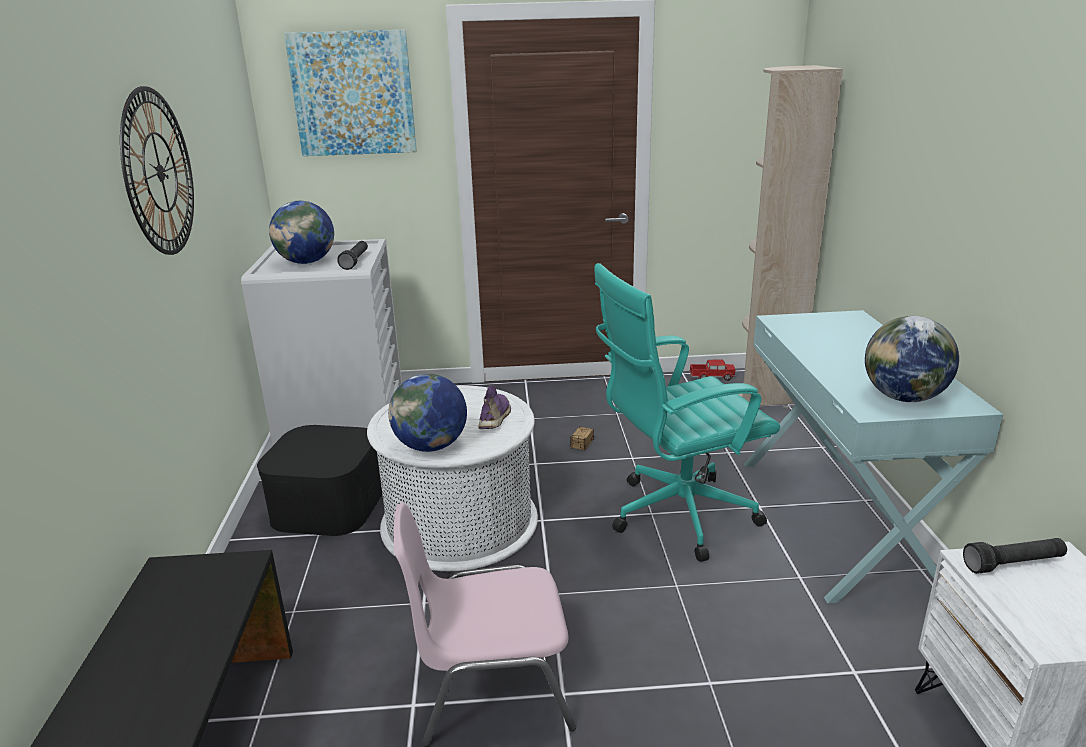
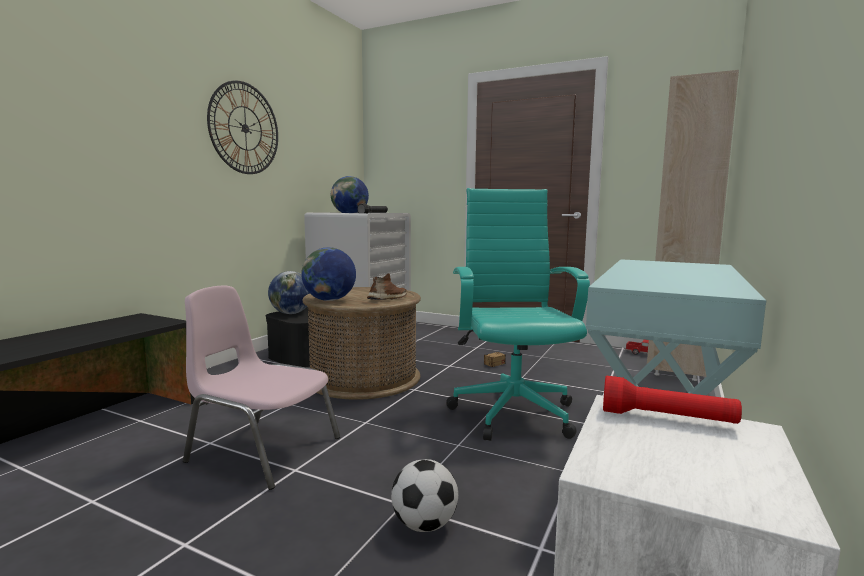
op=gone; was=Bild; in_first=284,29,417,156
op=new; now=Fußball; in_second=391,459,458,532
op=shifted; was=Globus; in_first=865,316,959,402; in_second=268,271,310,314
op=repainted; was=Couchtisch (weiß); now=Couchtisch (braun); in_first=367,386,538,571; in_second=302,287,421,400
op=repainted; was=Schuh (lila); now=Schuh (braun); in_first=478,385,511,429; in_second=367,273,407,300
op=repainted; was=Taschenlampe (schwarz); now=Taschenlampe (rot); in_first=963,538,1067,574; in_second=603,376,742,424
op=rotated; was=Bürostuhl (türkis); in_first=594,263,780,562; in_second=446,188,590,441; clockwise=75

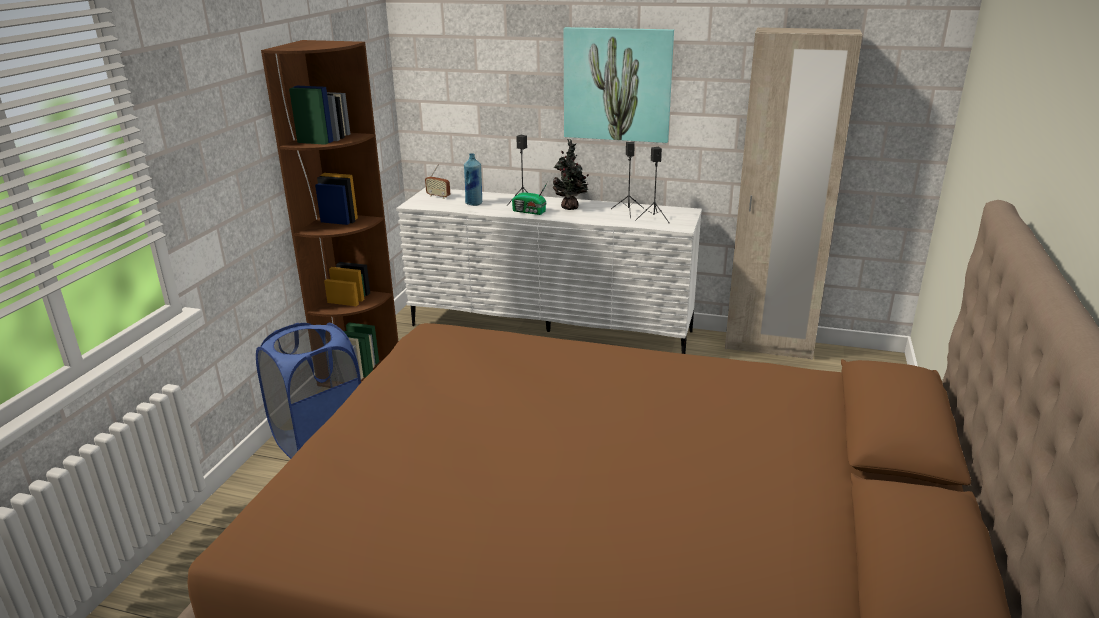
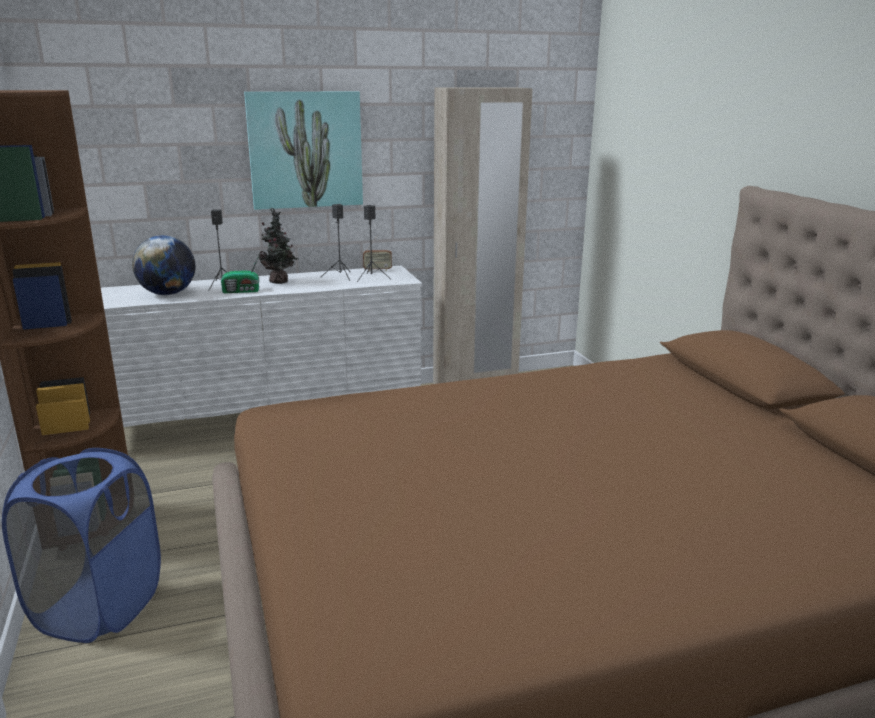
op=shifted; was=Radio; in_first=425,164,450,199; in_second=363,235,392,271
op=swapped; was=Flasche (blau); now=Globus; in_first=464,153,482,206; in_second=132,235,196,295

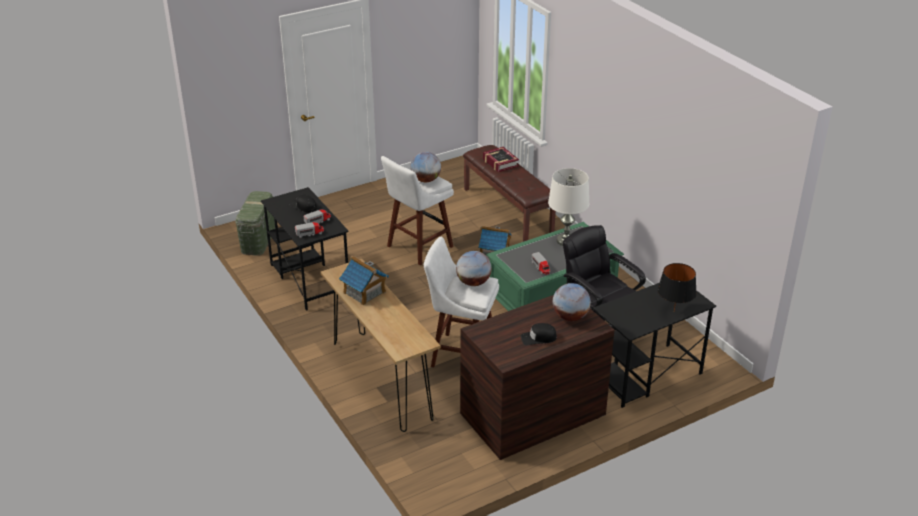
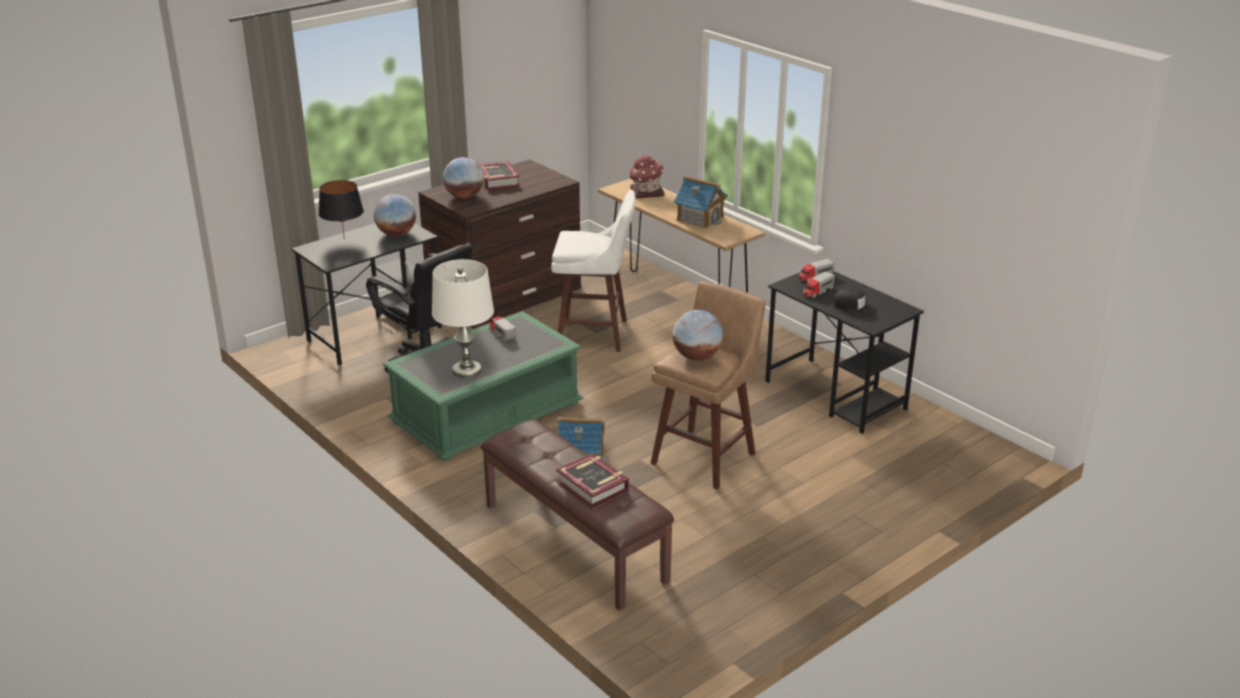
op=gone; was=Aufbewahrungsbox (grün); in_first=235,191,275,255
op=new; now=Spielzeughaus; in_second=629,155,664,198
op=shifted; was=Globus; in_first=456,251,492,286; in_second=374,194,416,236
op=swapped; was=Kappe (schwarz); now=Buch; in_first=521,323,557,345; in_second=480,161,520,190
op=repainted; was=Hocker (weiß); now=Hocker (braun); in_first=381,156,454,265; in_second=650,282,766,489

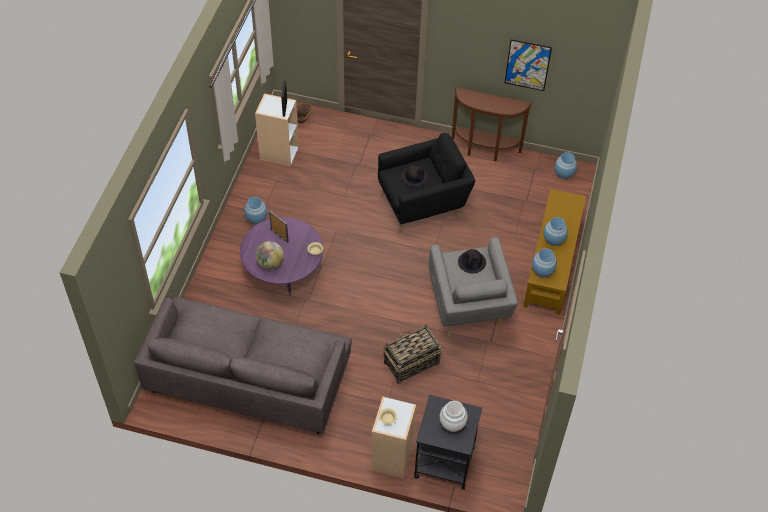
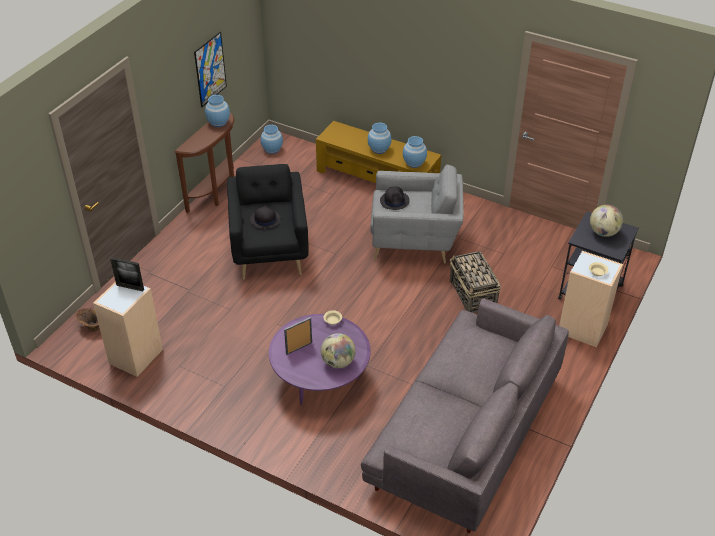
op=shifted; was=Vase (blau); in_first=244,197,267,224; in_second=205,95,230,127
op=swapped; was=Vase (weiß); now=Globus; in_first=440,401,468,432; in_second=590,205,623,237

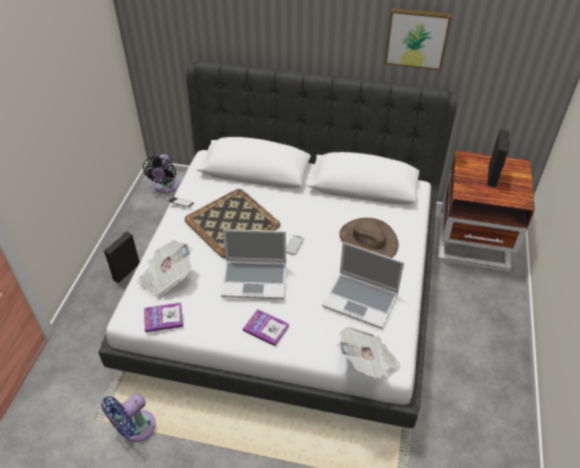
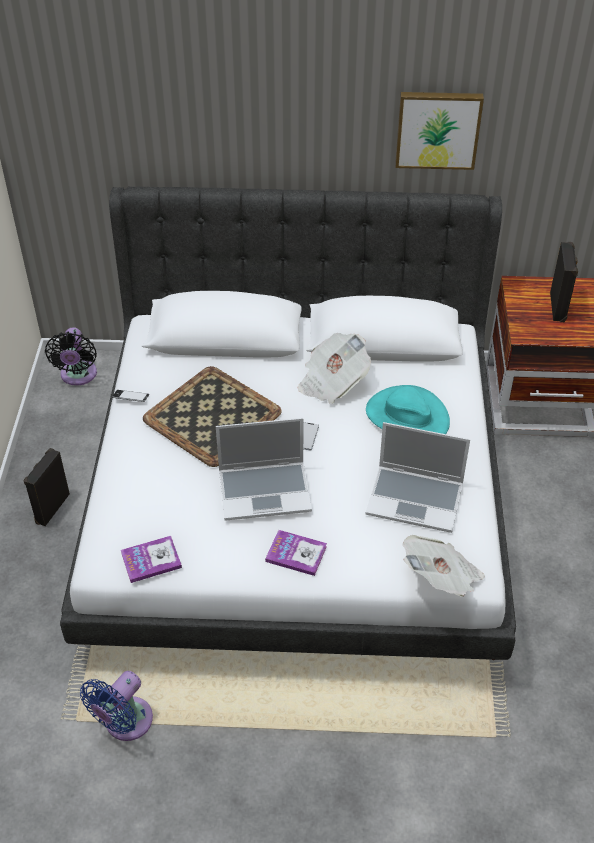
op=shifted; was=Zeitung; in_first=138,240,192,297; in_second=298,333,371,404
op=repainted; was=Hut (braun); now=Hut (türkis); in_first=339,218,398,258; in_second=366,385,450,434

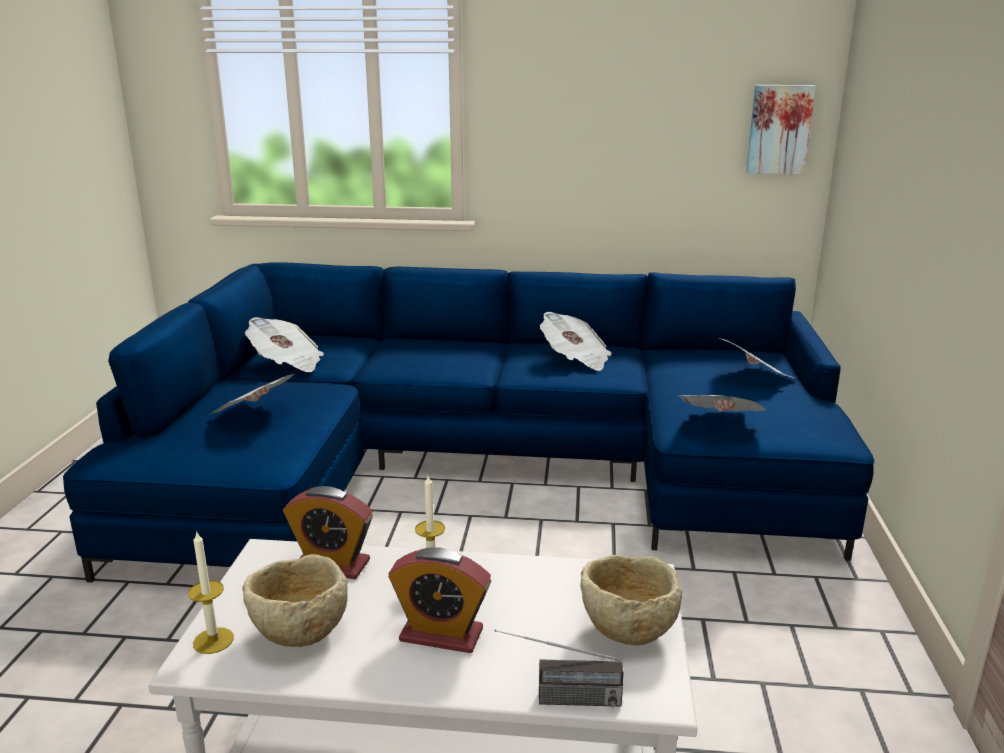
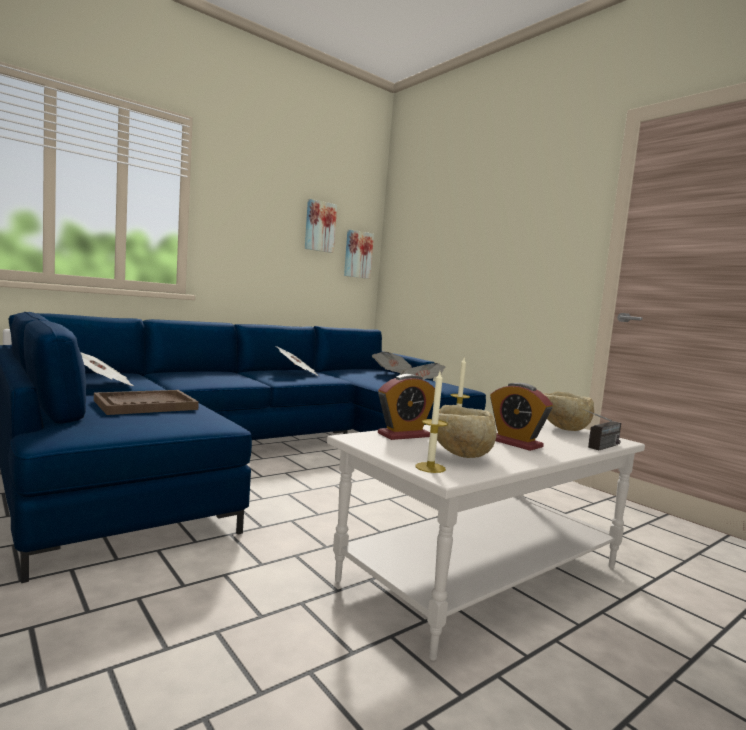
op=new; now=Bild; in_second=305,199,337,253
op=swapped; was=Zeitung; now=Tablett (braun); in_first=209,374,295,415; in_second=94,390,199,415
op=rotated; was=Wecker; in_first=388,547,491,653; in_second=490,383,553,451; clockwise=75

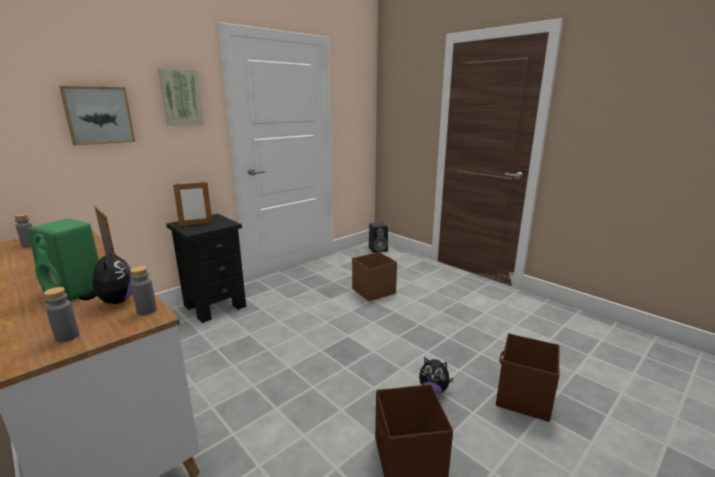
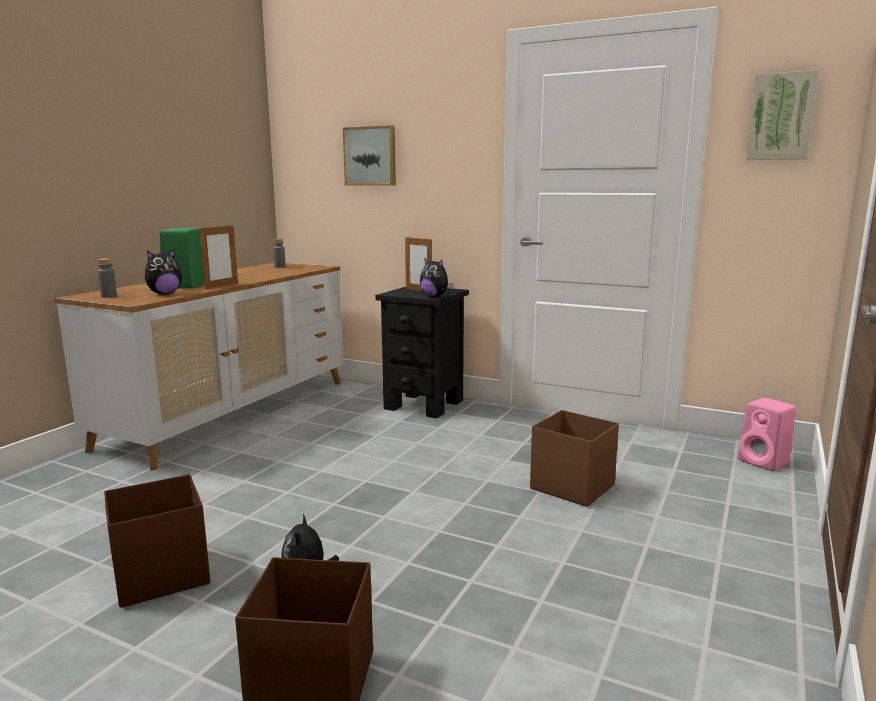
op=gone; was=Flasche (grau); in_first=130,266,157,315
op=new; now=Plüschtier; in_second=420,257,453,297
op=shifted; was=Bild; in_first=158,68,204,126; in_second=746,70,819,160
op=repainted; was=Lautsprecher (schwarz); now=Lautsprecher (rosa); in_first=369,222,388,253; in_second=738,398,796,471

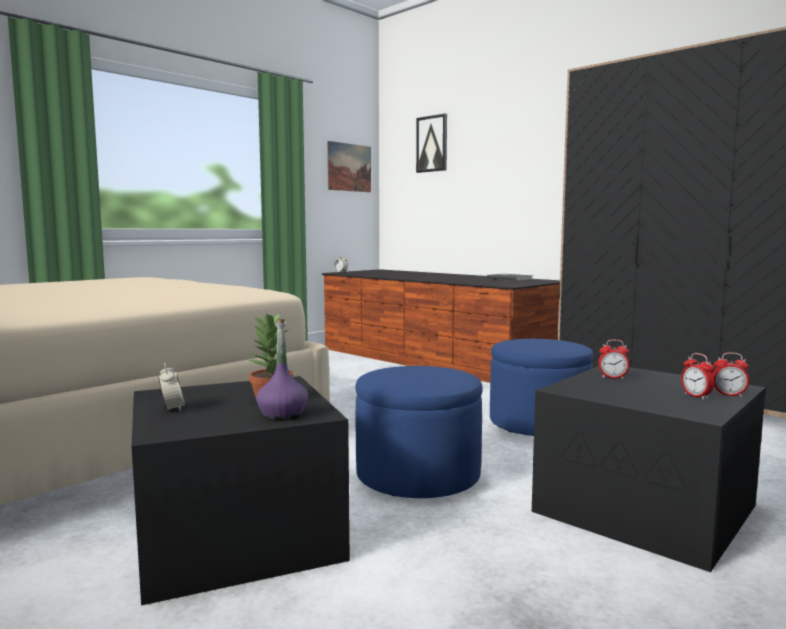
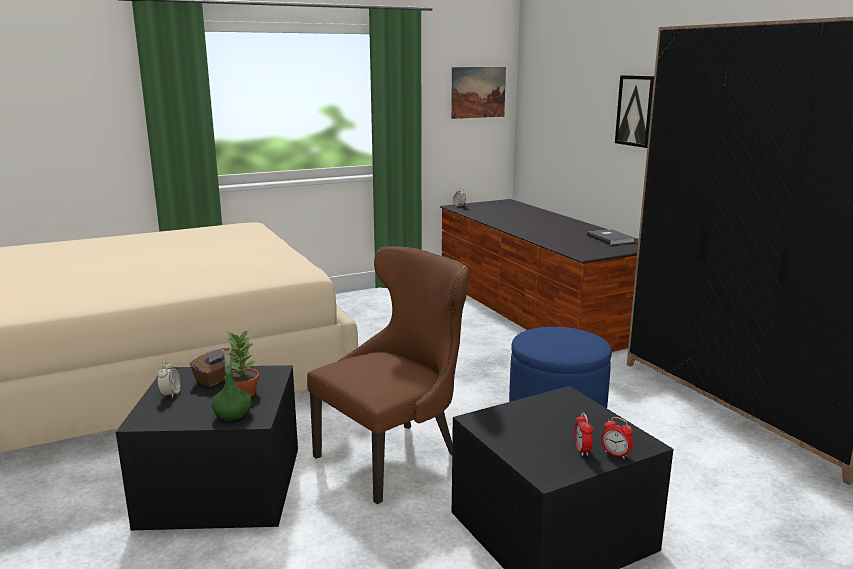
op=gone; was=Wecker; in_first=598,340,629,379
op=new; now=Taschentuchbox (braun); in_second=190,348,238,387
op=shifted; was=Bild; in_first=416,113,447,173; in_second=615,75,654,148
op=swapped; was=Polsterhocker (blau); now=Stuhl (braun); in_first=355,366,483,498; in_second=307,246,469,504
op=repainted; was=Flasche (lila); now=Flasche (grün); in_first=256,319,308,421; in_second=211,347,252,422

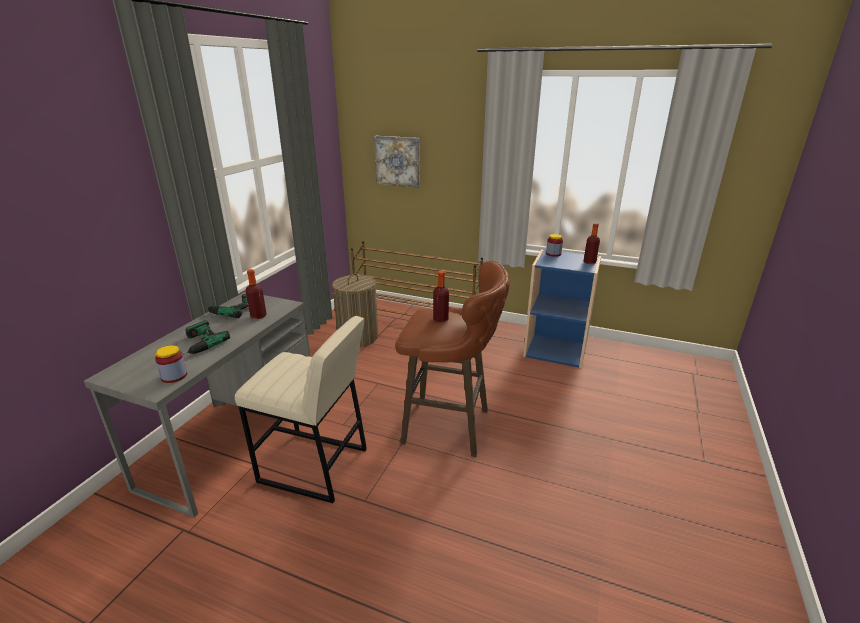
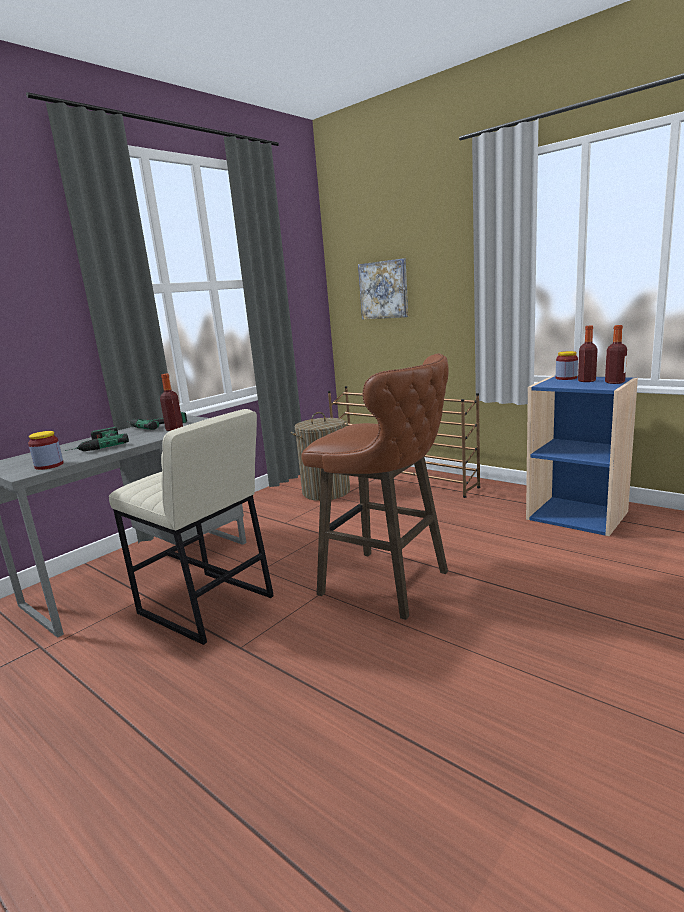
op=shifted; was=Flasche; in_first=433,271,449,322; in_second=578,326,598,382

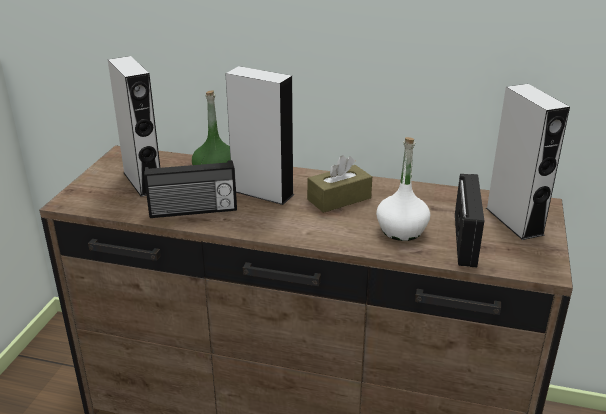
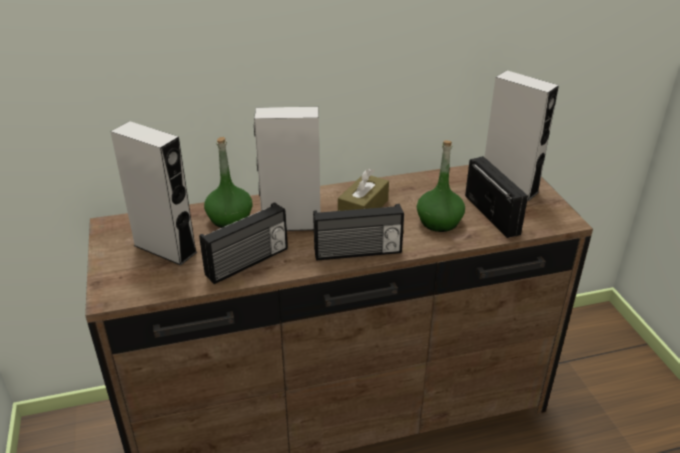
op=new; now=Radio; in_second=313,204,404,261
op=repainted; was=Flasche (weiß); now=Flasche (grün); in_first=376,137,430,241; in_second=417,140,465,232

